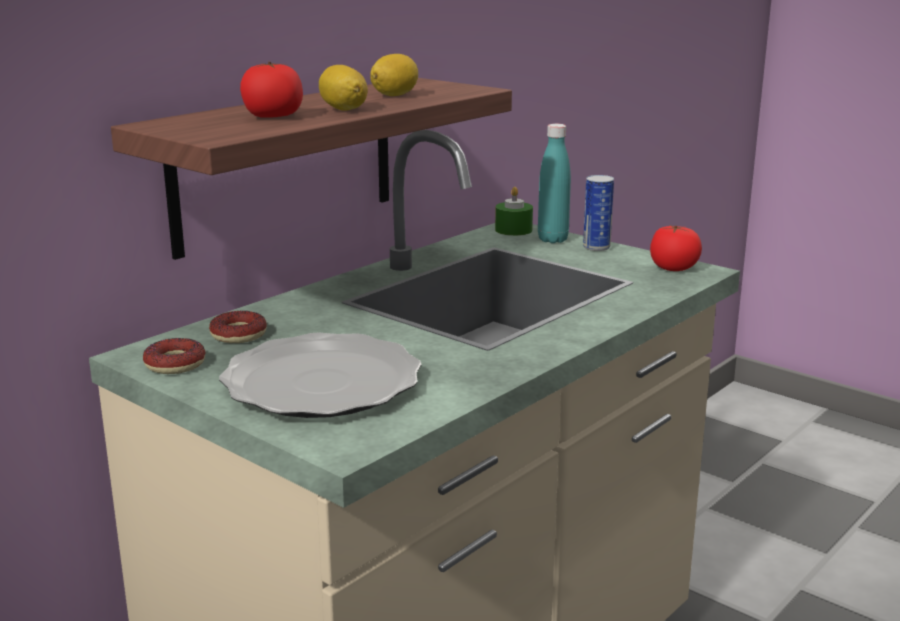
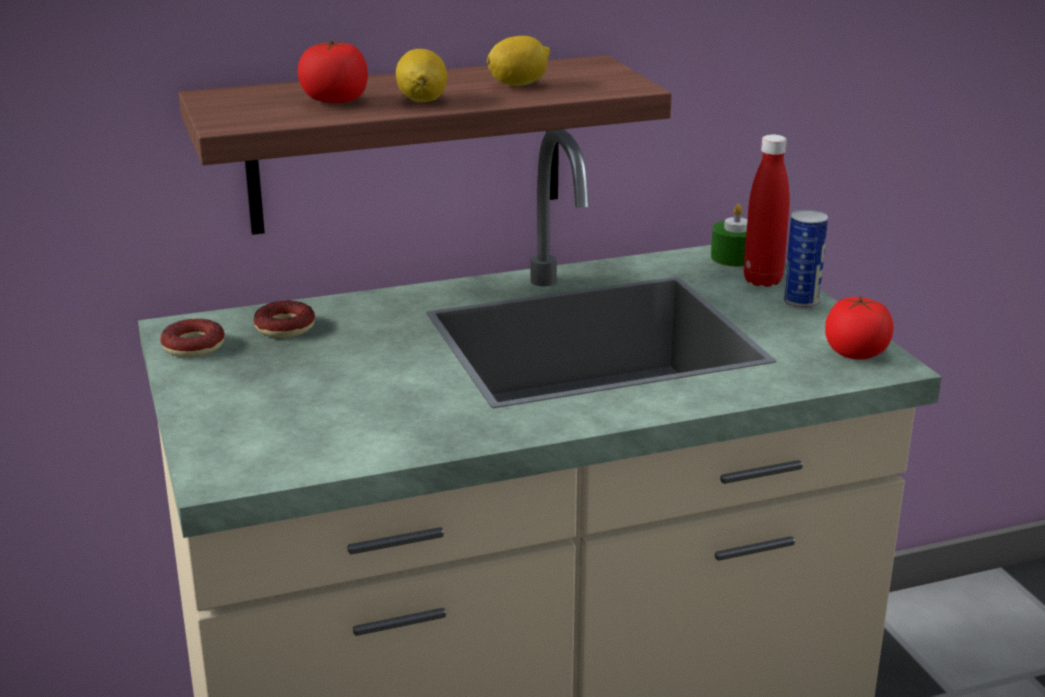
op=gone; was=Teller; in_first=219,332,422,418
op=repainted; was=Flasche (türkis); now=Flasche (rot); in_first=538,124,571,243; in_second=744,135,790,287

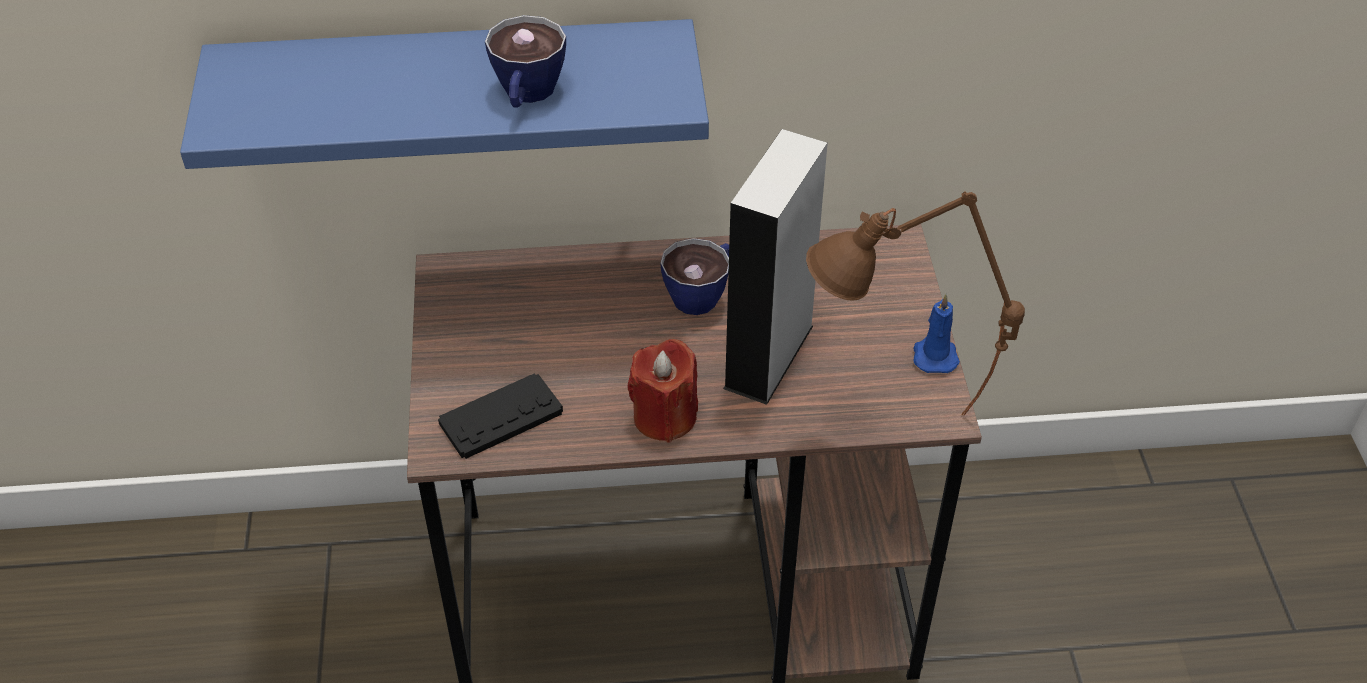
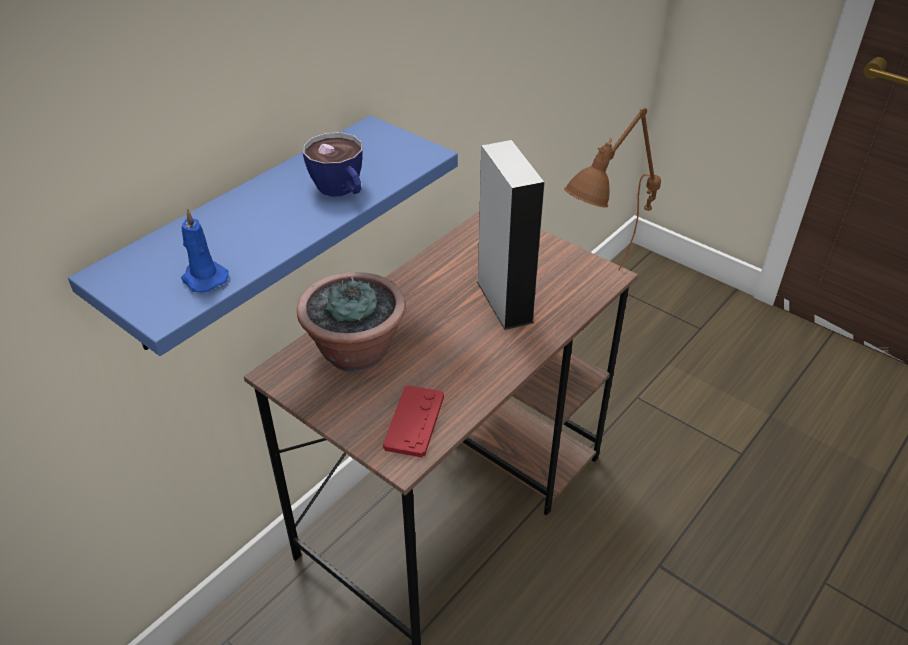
op=gone; was=Kerze (rot); in_first=628,339,698,443
op=gone; was=Tasse; in_first=660,238,729,315
op=new; now=Topfpflanze; in_second=297,272,406,372
op=shifted; was=Kerze (blau); in_first=913,294,960,373; in_second=181,208,229,293
op=repainted; was=Gamepad (schwarz); now=Gamepad (rot); in_first=438,373,563,459; in_second=383,385,444,457

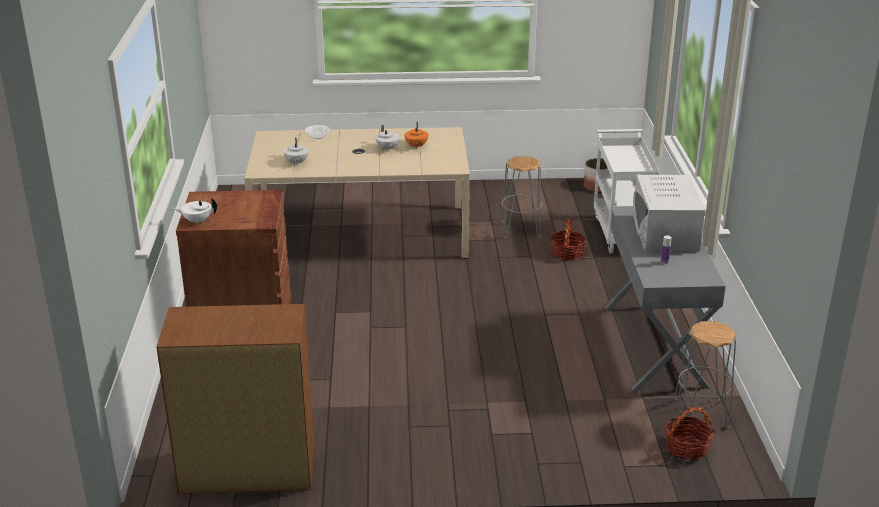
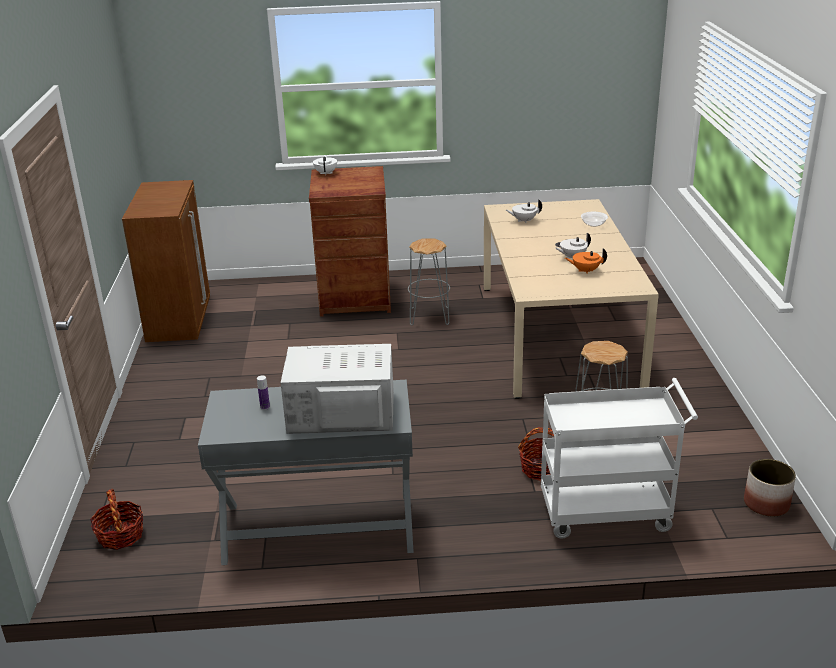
op=shifted; was=Hocker (grau); in_first=674,321,736,429; in_second=408,238,450,326

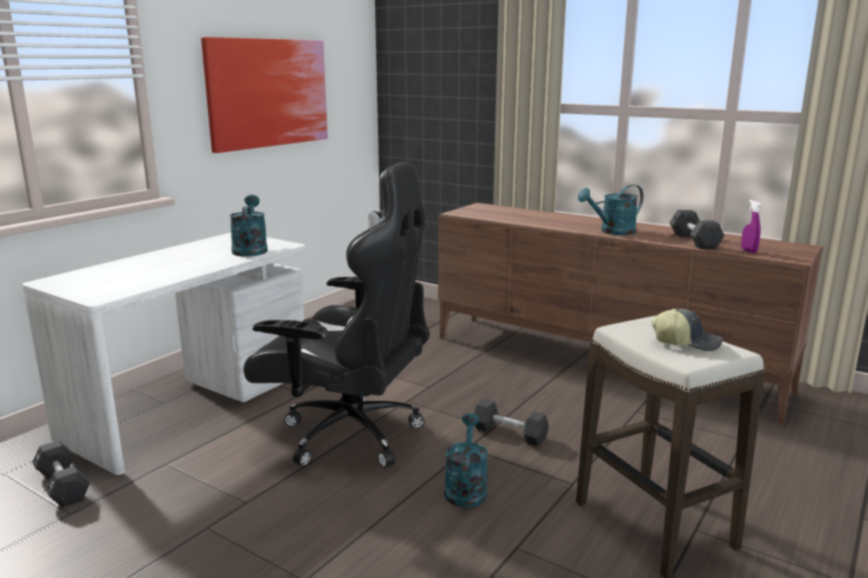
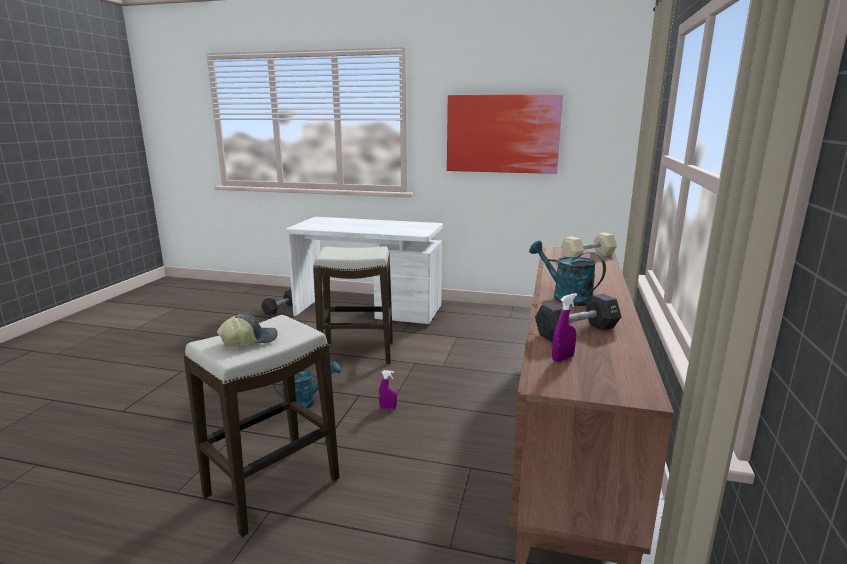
op=gone; was=Gießkanne (türkis); in_first=230,195,268,257
op=new; now=Hantel (beige); in_second=561,233,617,257
op=swapped; was=Bürostuhl (schwarz); now=Hocker; in_first=243,162,430,467; in_second=313,246,393,364
op=swapped; was=Hantel (schwarz); now=Sprühflasche (lila); in_first=473,399,549,446; in_second=379,370,397,409
op=rotated; was=Kappe; in_first=651,309,722,351; in_second=217,314,278,347; clockwise=-120

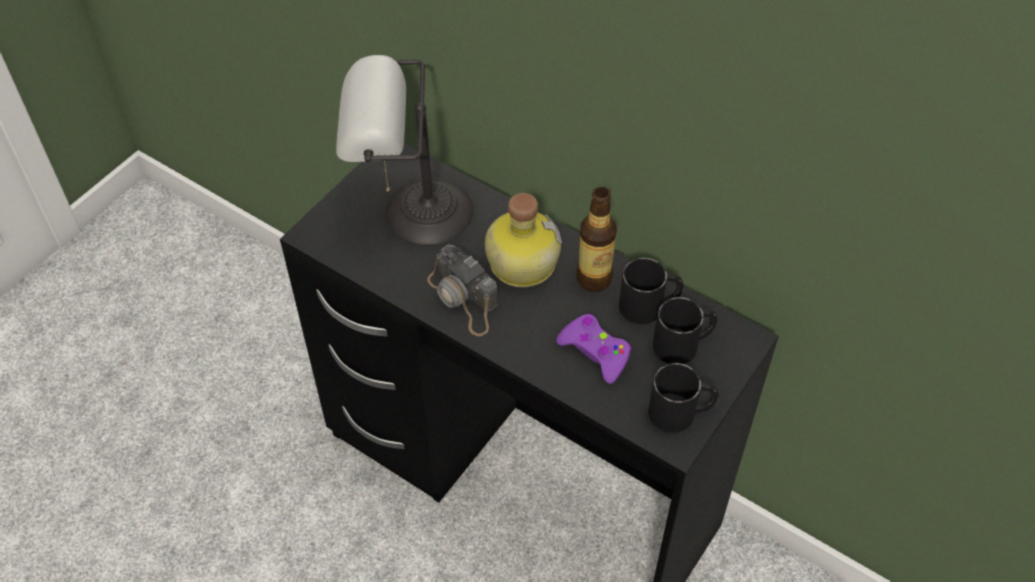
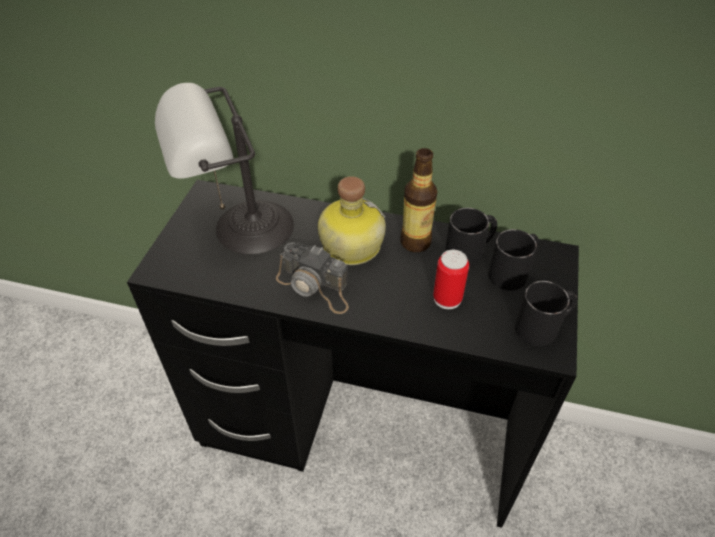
op=swapped; was=Gamepad (lila); now=Dose; in_first=556,314,632,384; in_second=433,250,469,309

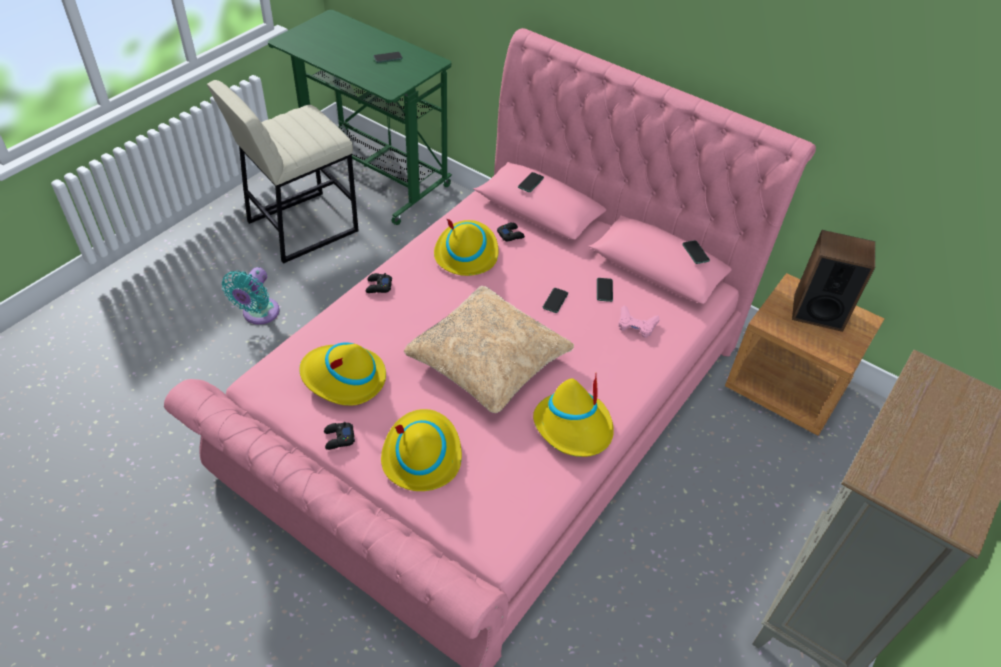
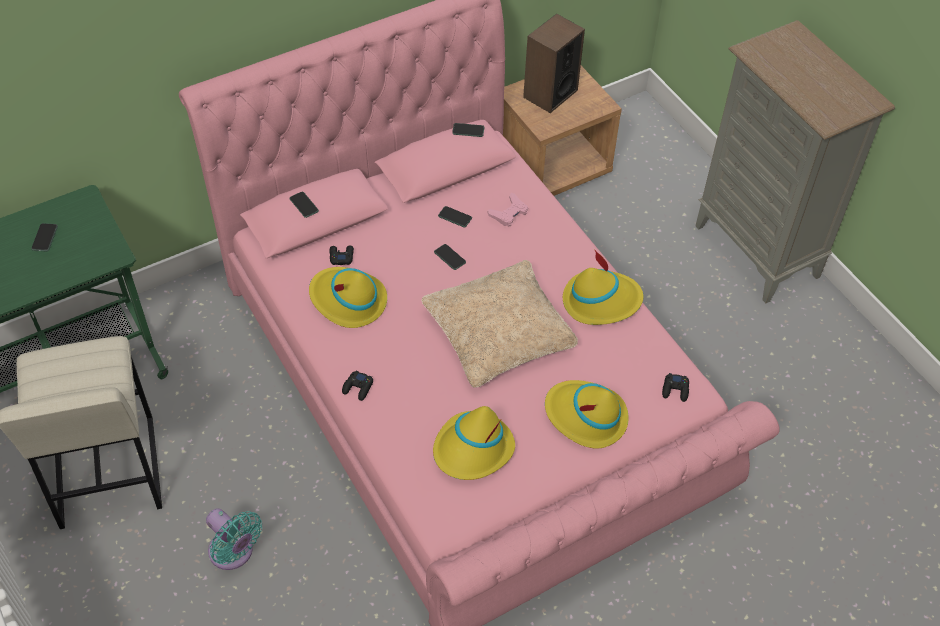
op=shifted; was=Gamepad (schwarz); in_first=324,422,355,450; in_second=662,373,689,402

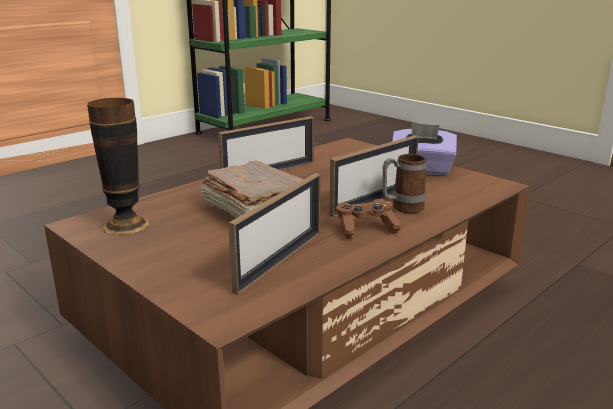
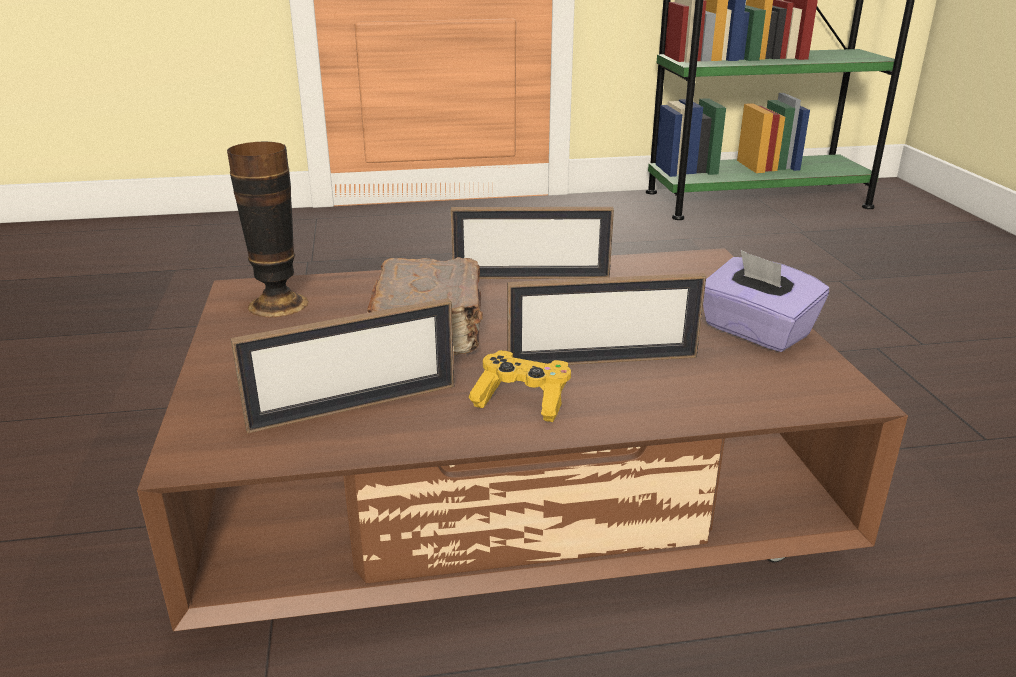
op=gone; was=Henkelbecher; in_first=382,154,426,213
op=repainted; was=Gamepad (braun); now=Gamepad (gelb); in_first=336,199,402,239; in_second=468,350,571,422

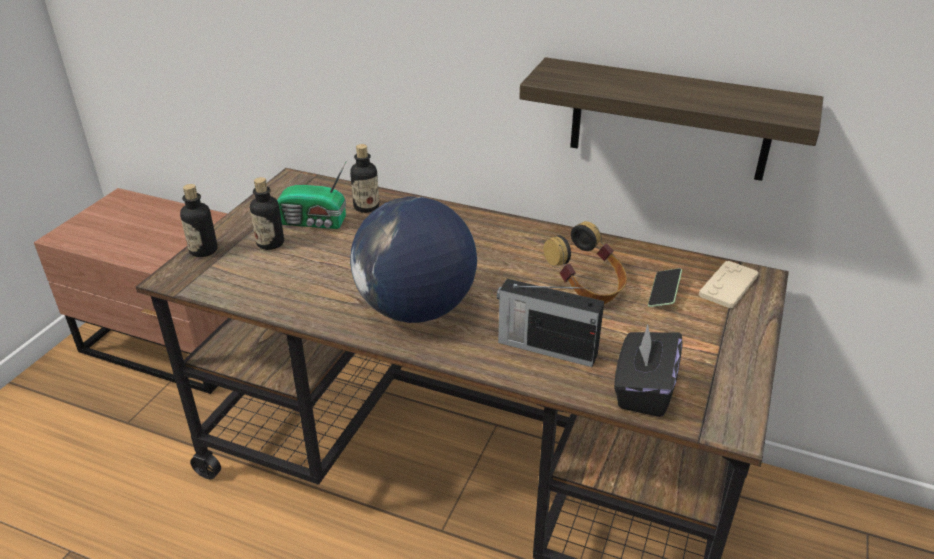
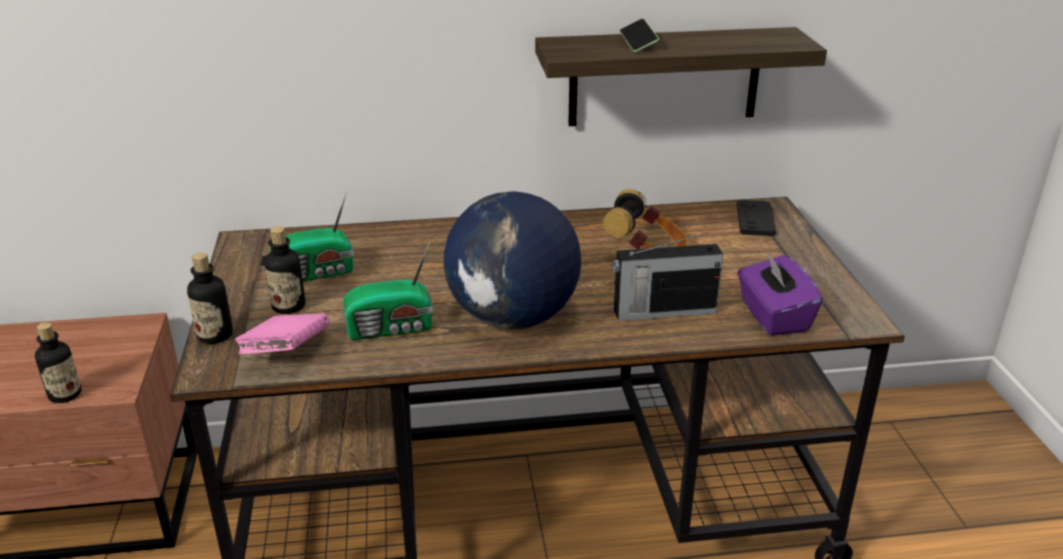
op=new; now=Buch (rosa); in_second=235,314,330,354
op=new; now=Radio; in_second=343,242,433,340
op=shifted; was=Flasche; in_first=350,144,379,213; in_second=35,322,81,403
op=shifted; was=Handy; in_first=648,268,682,307; in_second=620,18,659,52
op=repainted; was=Taschentuchbox (schwarz); now=Taschentuchbox (lila); in_first=614,324,683,417; in_second=738,251,823,336
op=repainted; was=Gamepad (beige); now=Gamepad (schwarz); in_first=699,261,759,308; in_second=737,200,776,236

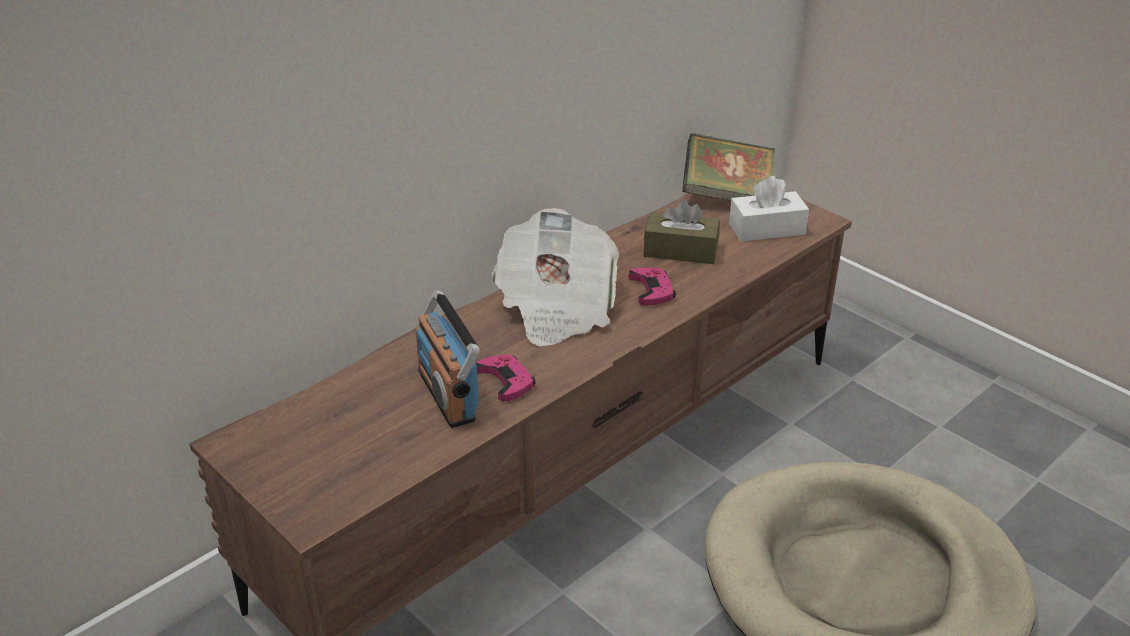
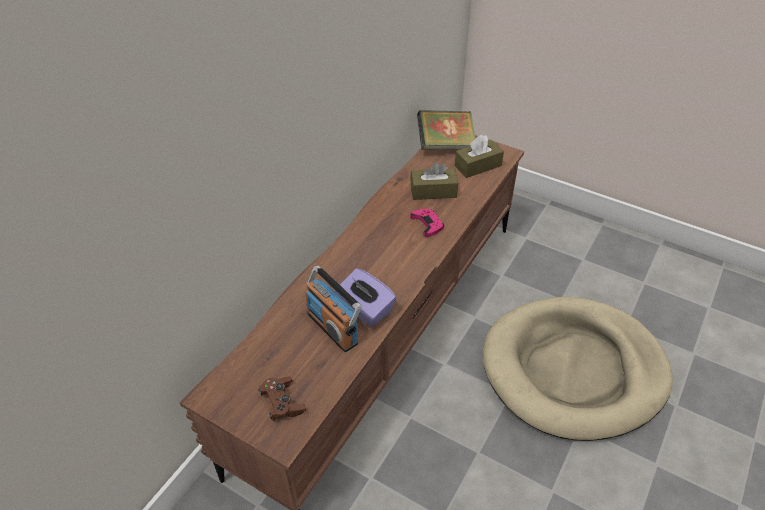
op=gone; was=Zeitung; in_first=492,208,619,346
op=new; now=Gamepad (braun); in_second=258,376,306,421
op=swapped; was=Gamepad (rosa); now=Taschentuchbox (lila); in_first=476,354,536,402; in_second=335,268,397,327
op=repainted; was=Taschentuchbox (weiß); now=Taschentuchbox (braun); in_first=729,176,809,242; in_second=455,135,504,178

